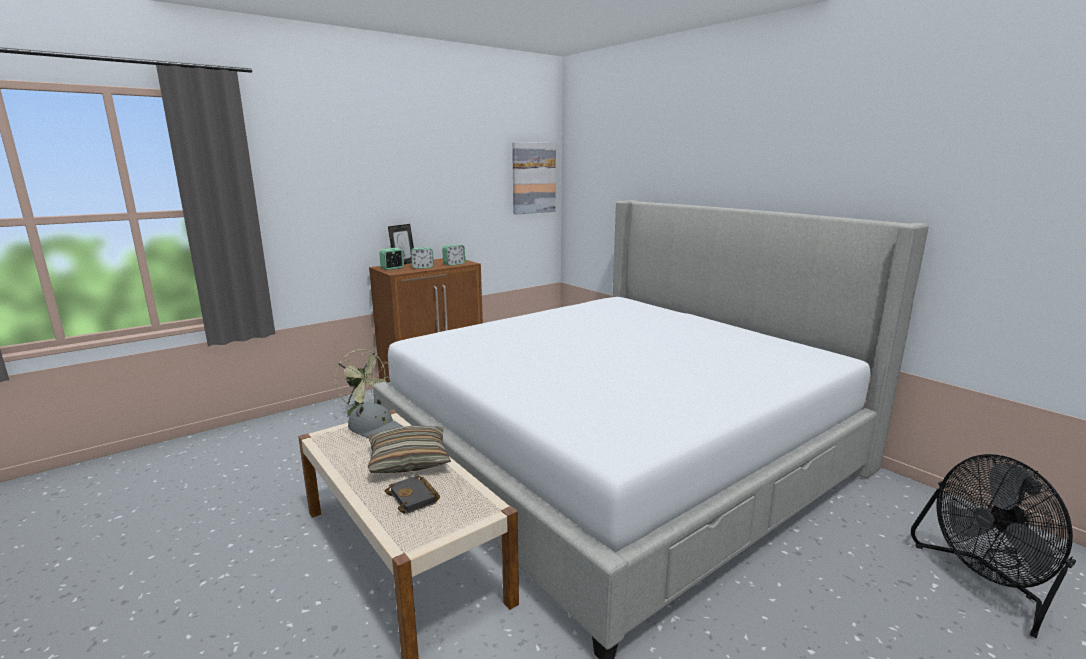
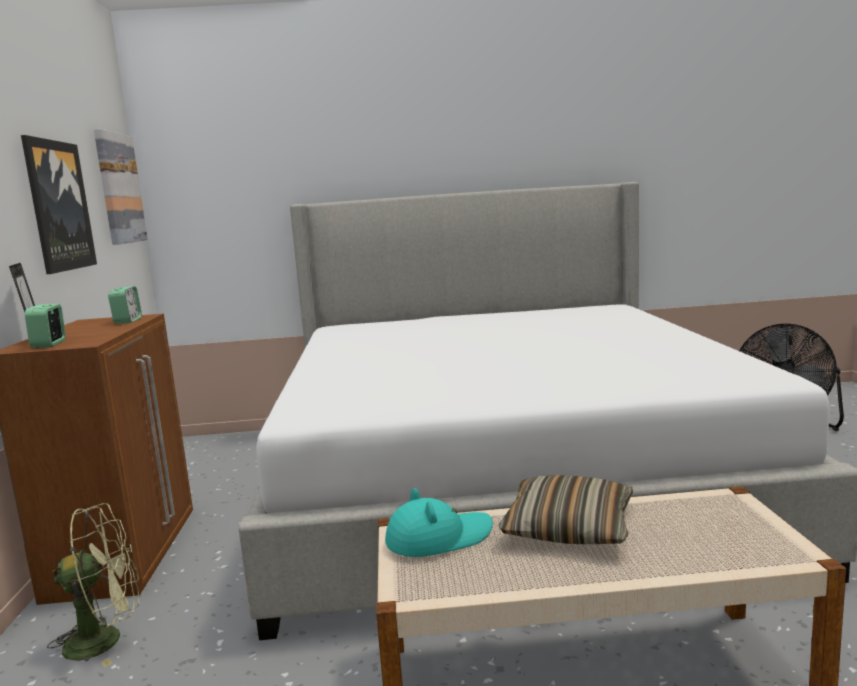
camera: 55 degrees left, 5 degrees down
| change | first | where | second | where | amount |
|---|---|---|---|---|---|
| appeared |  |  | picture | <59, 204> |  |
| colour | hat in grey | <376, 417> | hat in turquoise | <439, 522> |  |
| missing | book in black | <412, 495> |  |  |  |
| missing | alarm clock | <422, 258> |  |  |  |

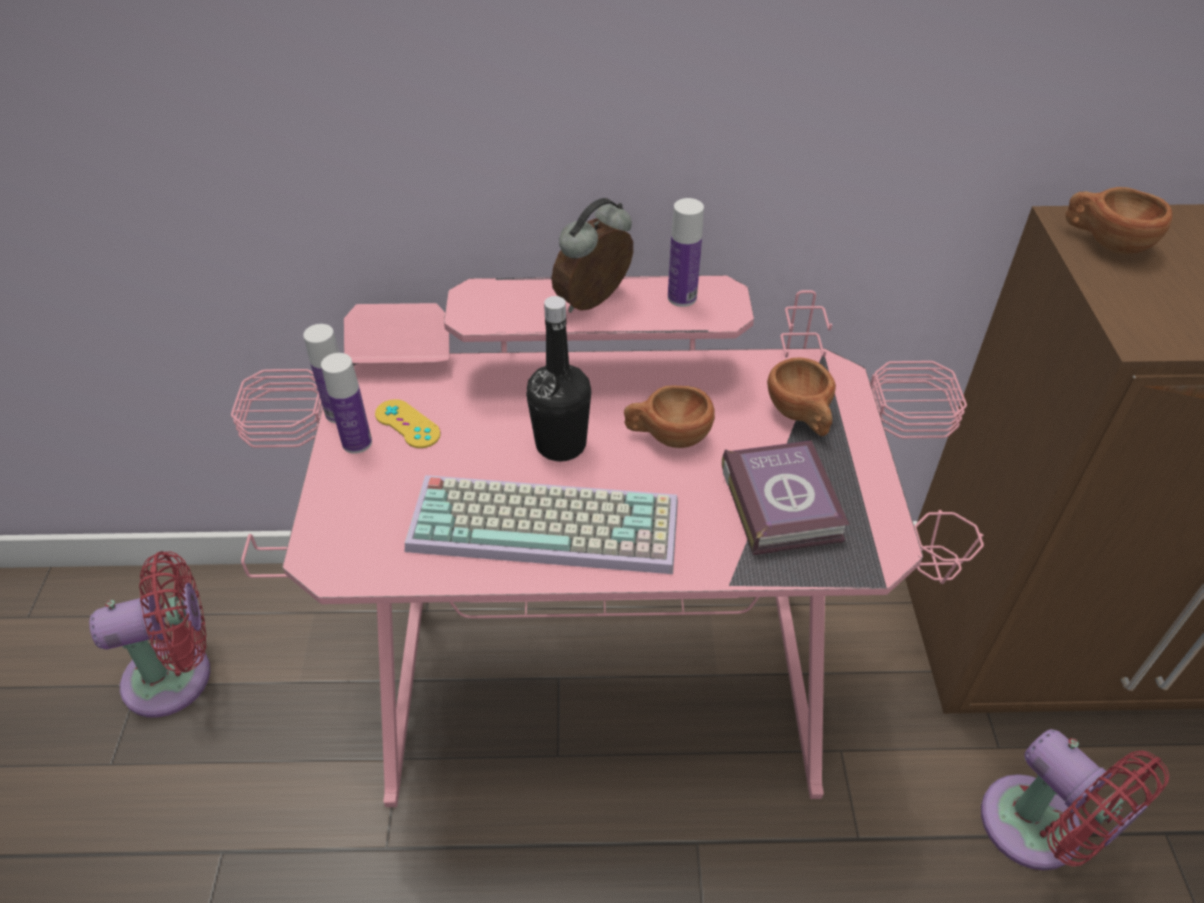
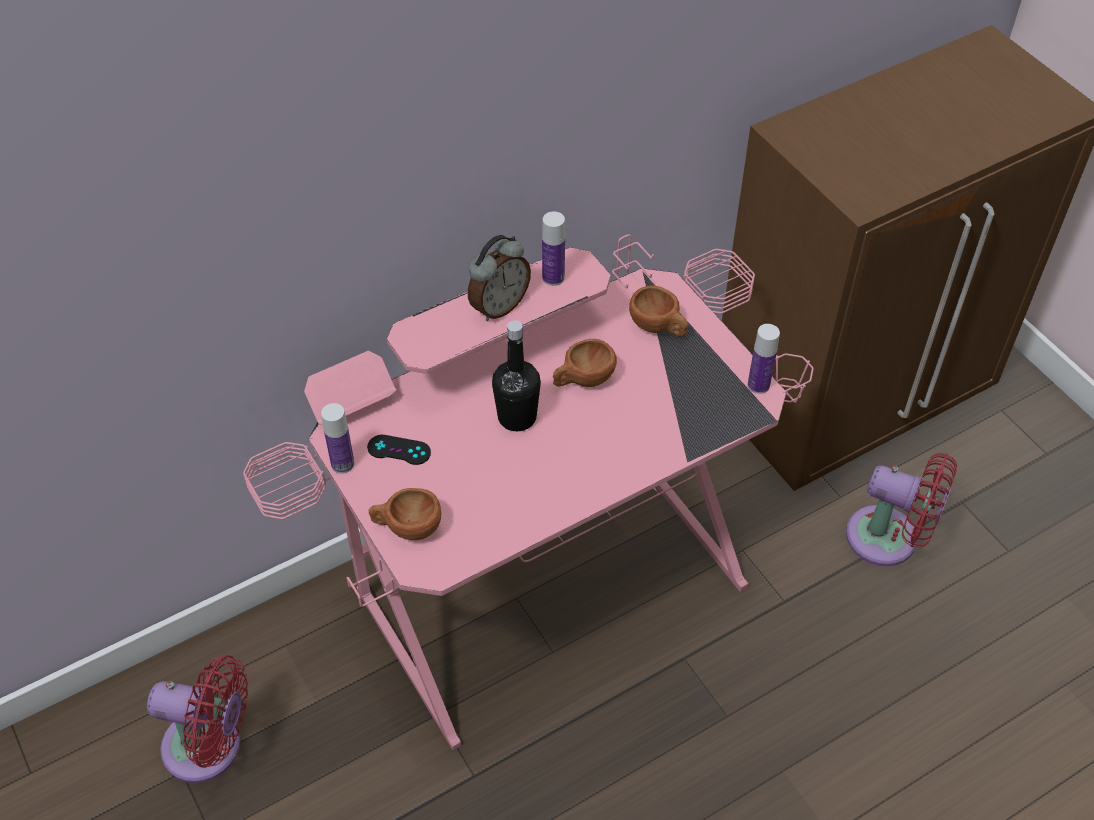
camera: 30 degrees left, 5 degrees up
| change | first | where | second | where | amount |
|---|---|---|---|---|---|
| spun | fan in red | <149, 634> |  | <197, 719> | 60 degrees clockwise |
| colour | game controller in yellow | <408, 423> | game controller in black | <399, 450> |  |
| relocated | cup in brown | <1118, 220> |  | <405, 514> |  |
| spun | alarm clock | <592, 255> |  | <499, 278> | 150 degrees counterclockwise |
| relocated | bottle | <346, 403> |  | <764, 359> |  |
| missing | keyboard | <541, 524> |  |  |  |
| missing | book | <786, 498> |  |  |  |

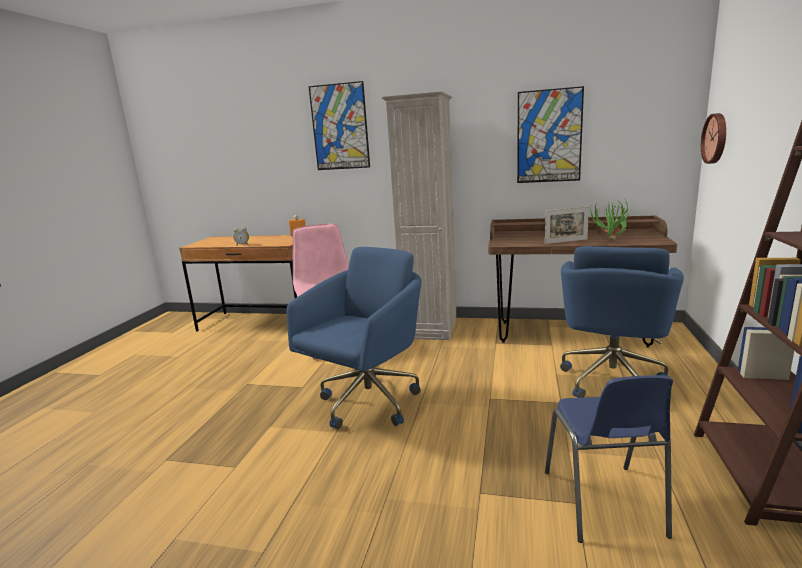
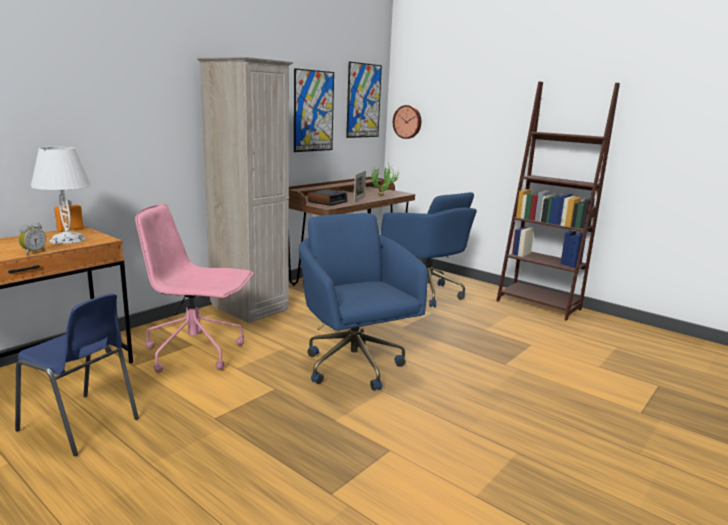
camera: 65 degrees left, 0 degrees up
| change | first | where | second | where | amount |
|---|---|---|---|---|---|
| relocated | chair in blue | <609, 459> |  | <77, 374> |  |
| appeared |  |  | table lamp in white | <61, 195> |  |
| appeared |  |  | alarm clock | <327, 197> |  |
| relocated | picture | <339, 125> |  | <364, 100> |  |

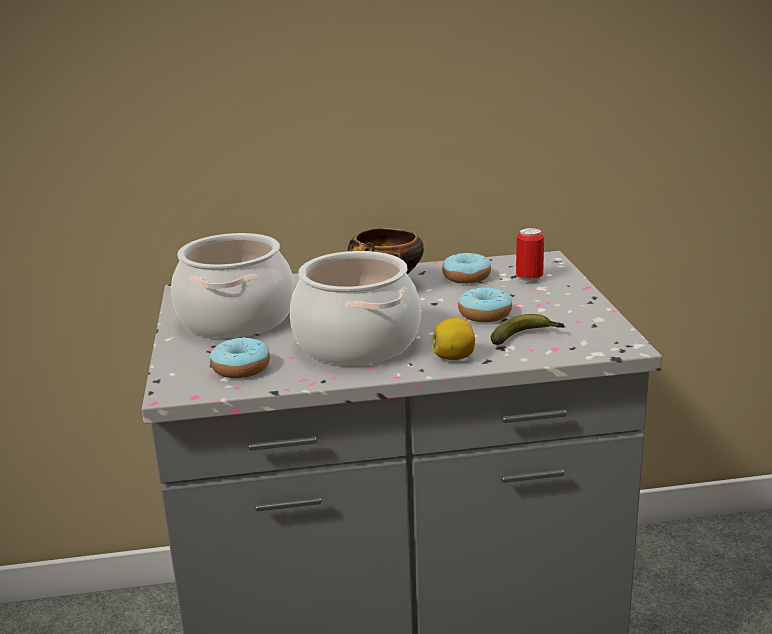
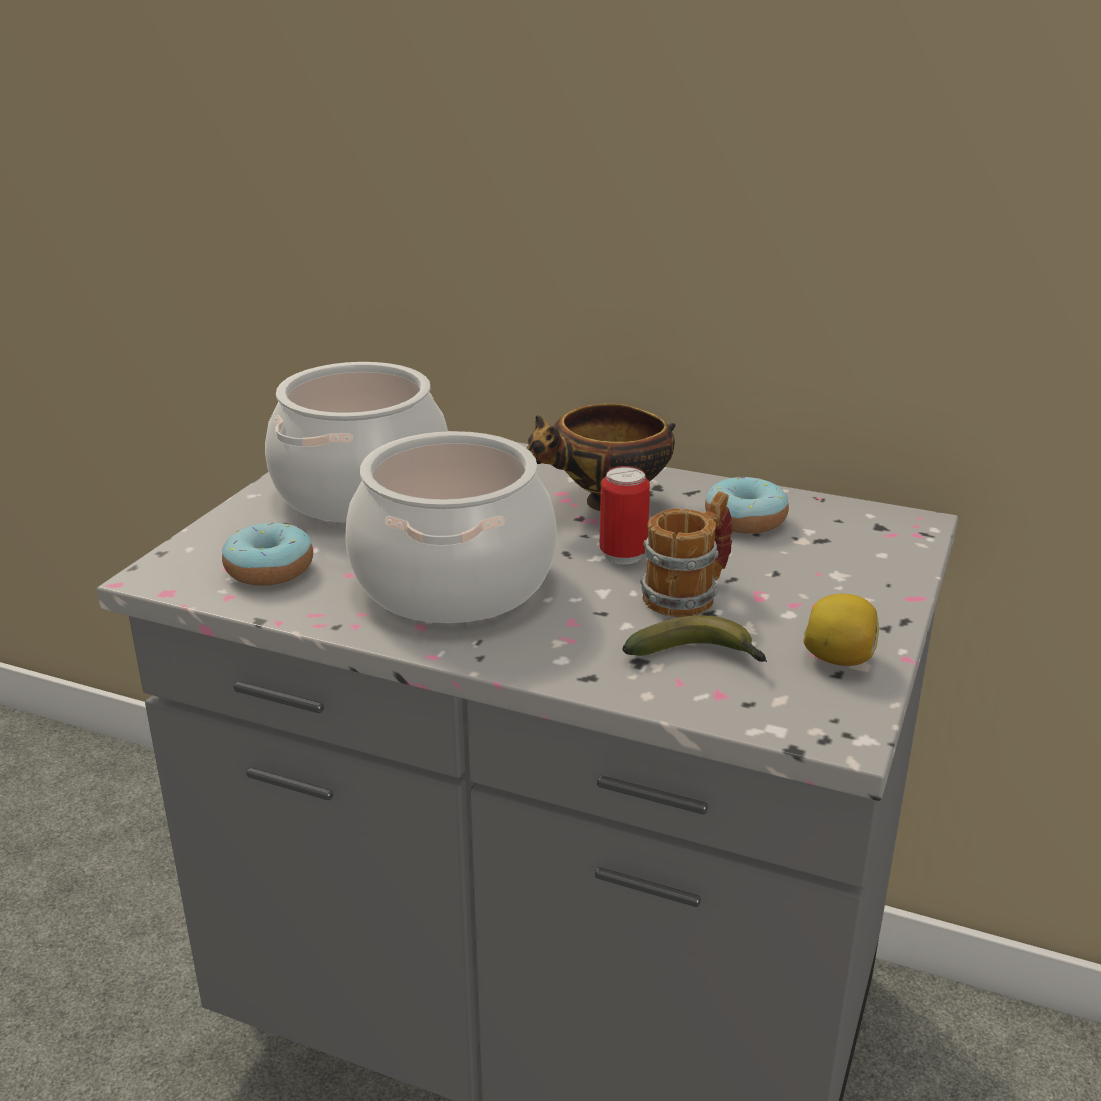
camera: 30 degrees right, 5 degrees up
| change | first | where | second | where | amount |
|---|---|---|---|---|---|
| relocated | can | <530, 255> |  | <625, 515> |  |
| exchanged | donut | <485, 304> | mug | <686, 554> |  |
| relocated | lemon | <453, 339> |  | <841, 630> |  |

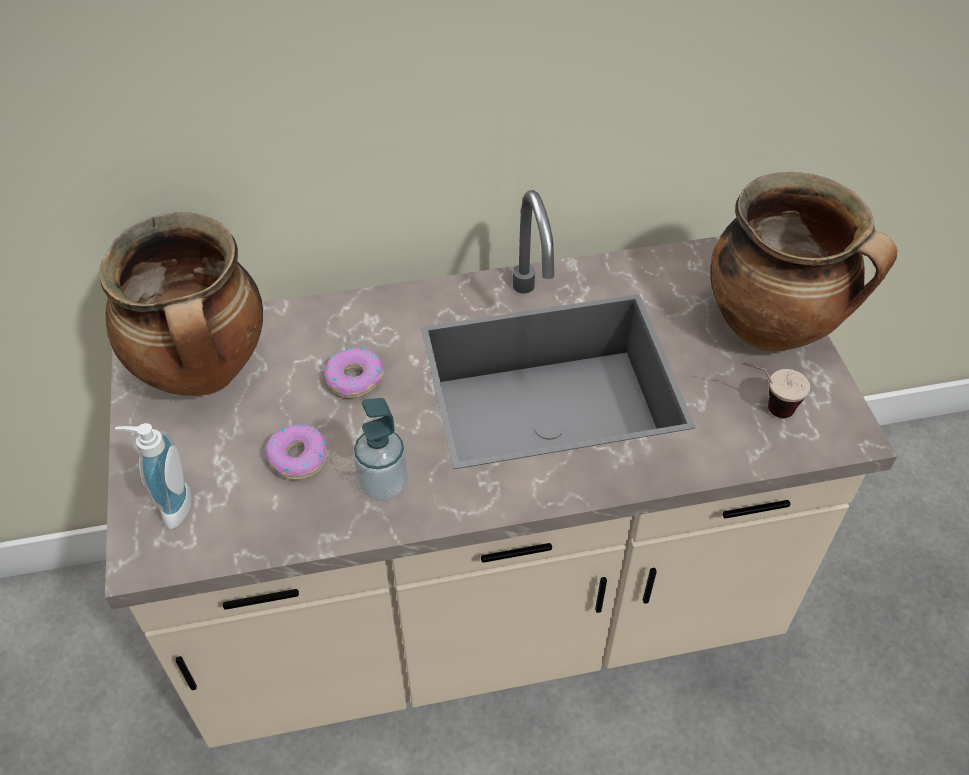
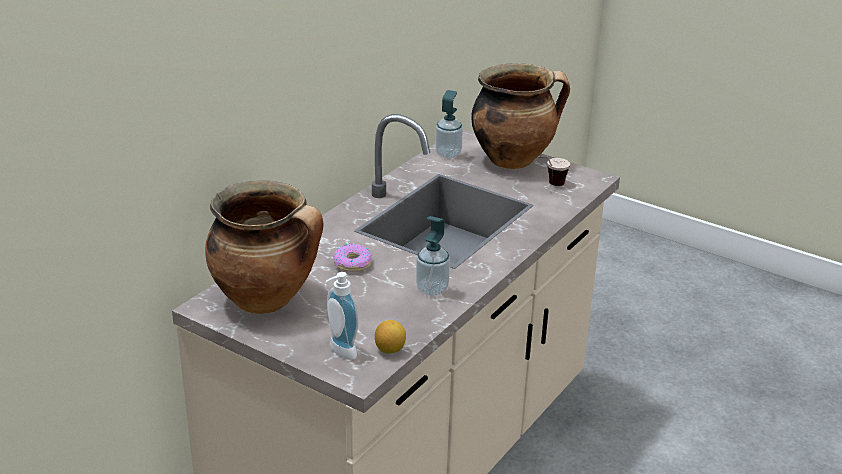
camera: 45 degrees left, 20 degrees down
| change | first | where | second | where | amount |
|---|---|---|---|---|---|
| appeared |  |  | lemon | <390, 337> |  |
| appeared |  |  | soap dispenser | <449, 124> |  |
| missing | donut | <296, 452> |  |  |  |

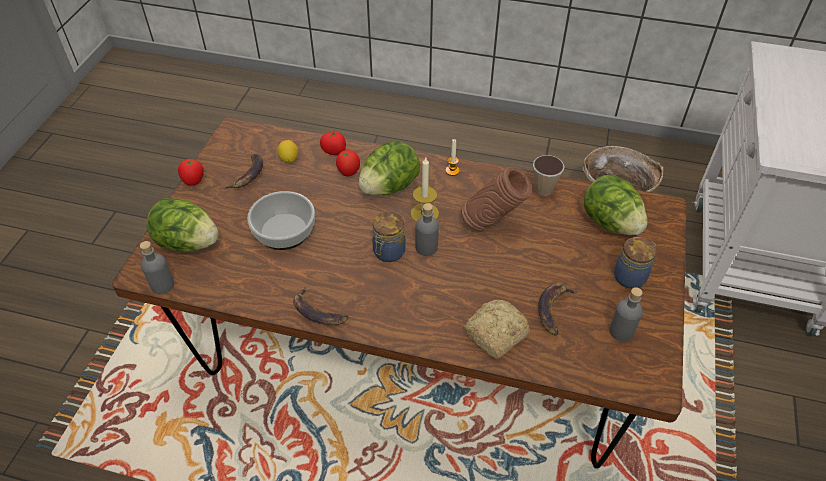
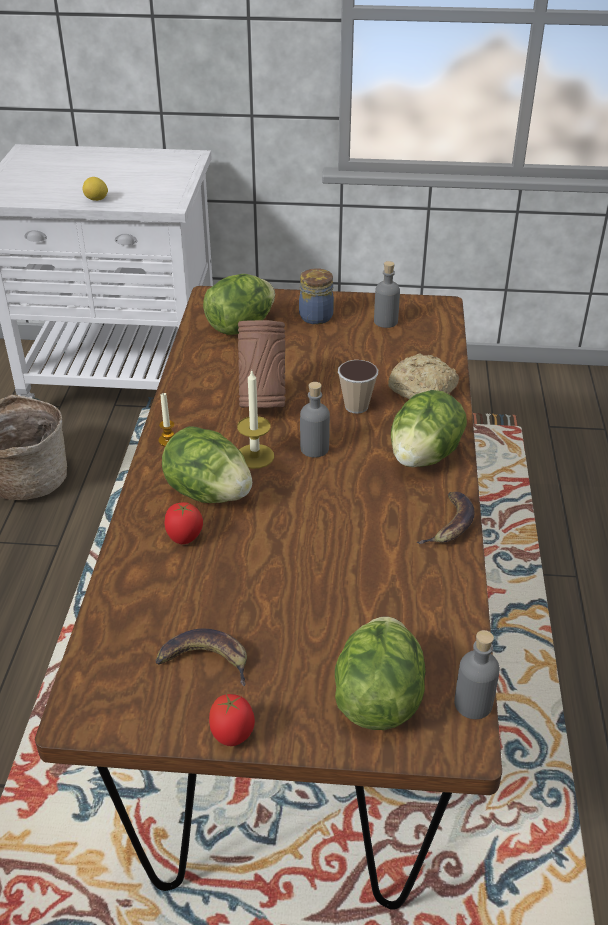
camera: 100 degrees left, 10 degrees down
| change | first | where | second | where | amount |
|---|---|---|---|---|---|
| relocated | lemon | <287, 151> |  | <95, 189> |  |
| relocated | cup | <549, 175> |  | <358, 386> |  |
| appeared |  |  | lettuce | <429, 428> |  |
| missing | bowl | <281, 220> |  |  |  |
| missing | tomato | <333, 142> |  |  |  |
| missing | jar | <389, 237> |  |  |  |
| missing | banana | <558, 309> |  |  |  |

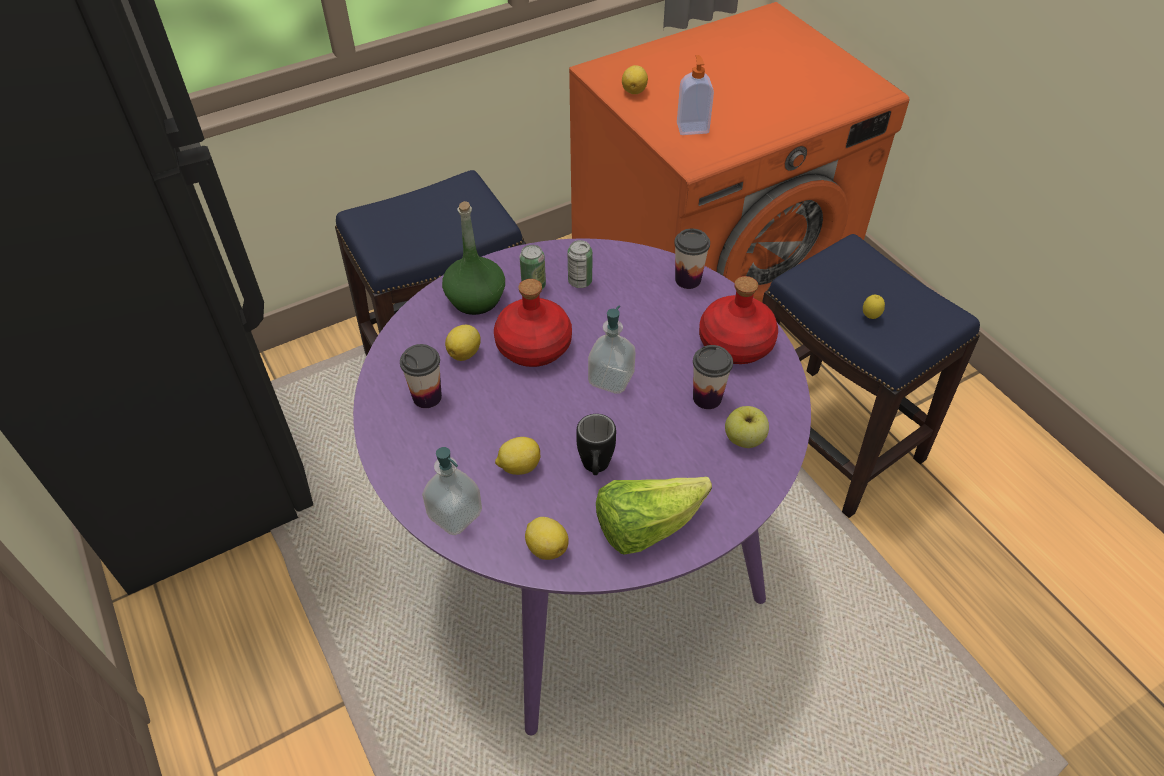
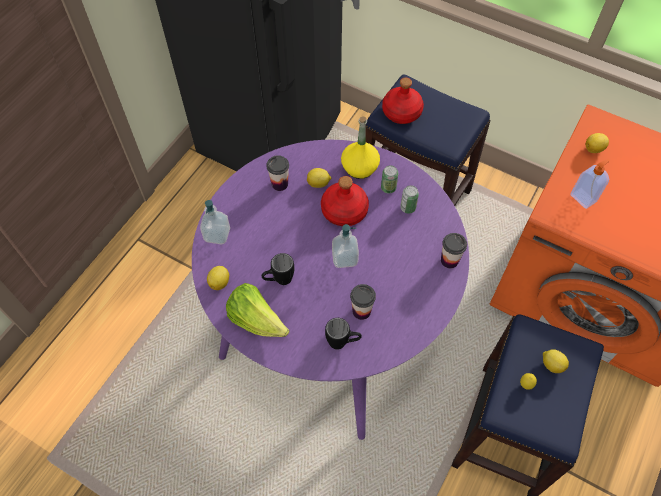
camera: 60 degrees right, 10 degrees up
| change | first | where | second | where | amount |
|---|---|---|---|---|---|
| exchanged | apple | <747, 427> | mug in black | <343, 334> |  |
| colour | bottle in green | <473, 258> | bottle in yellow | <360, 147> |  |
| relocated | bottle in red | <738, 320> |  | <403, 101> |  |
| relocated | lemon | <518, 456> |  | <556, 361> |  |

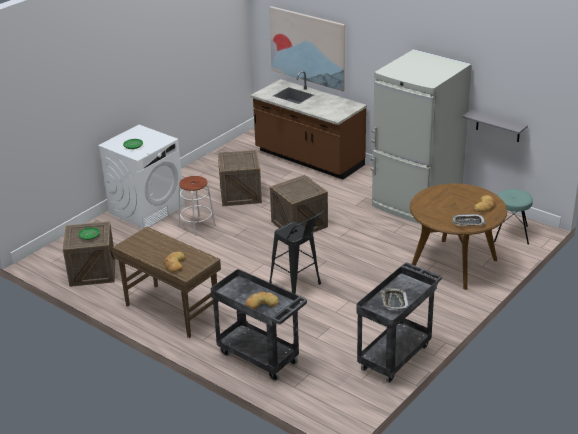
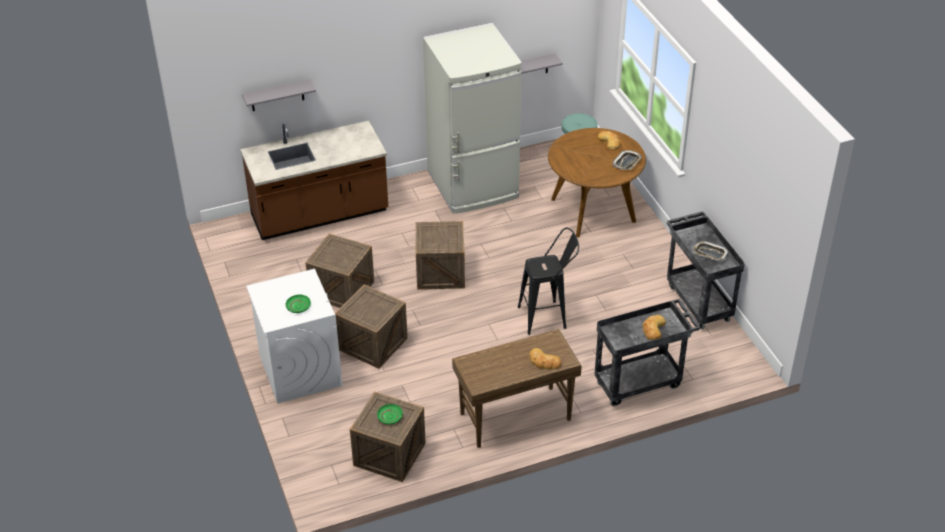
camera: 60 degrees left, 10 degrees up
| change | first | where | second | where | amount |
|---|---|---|---|---|---|
| exchanged | picture | <307, 48> | shelf in grey | <279, 95> |  |
| exchanged | stool in white | <197, 206> | crate | <371, 326> |  |

